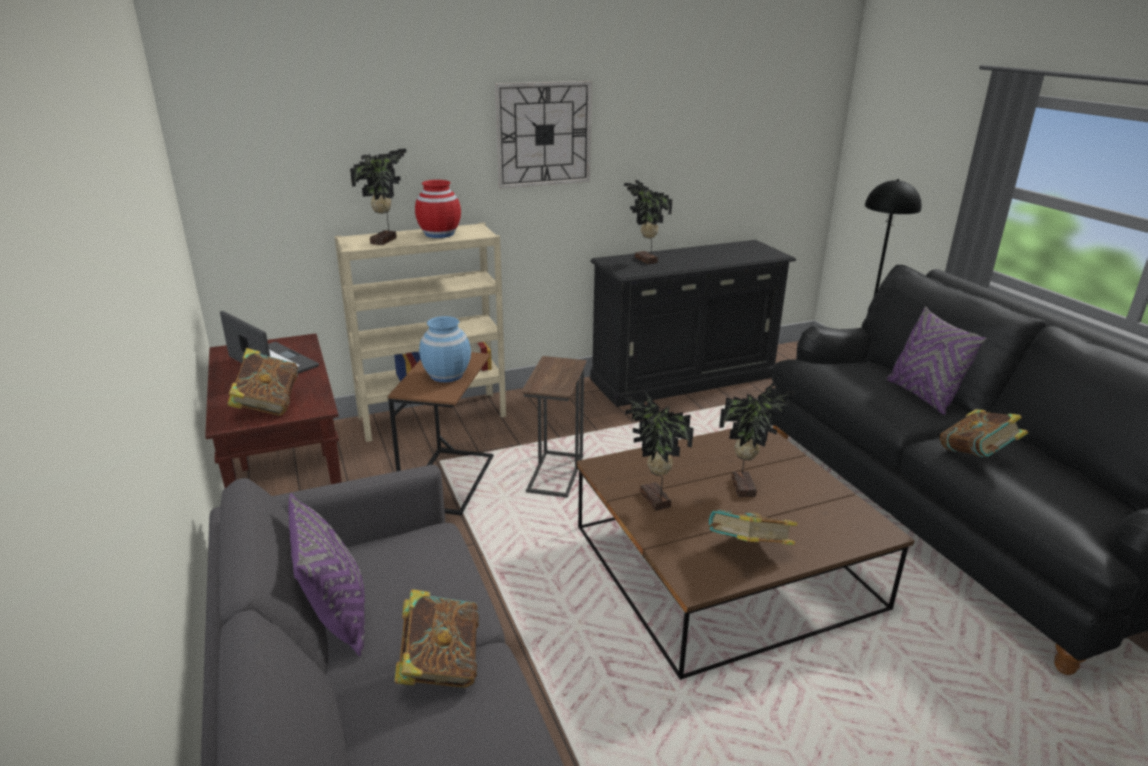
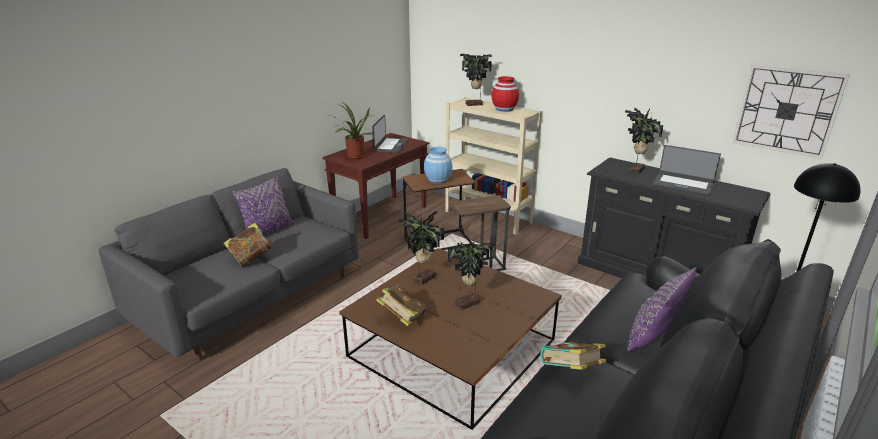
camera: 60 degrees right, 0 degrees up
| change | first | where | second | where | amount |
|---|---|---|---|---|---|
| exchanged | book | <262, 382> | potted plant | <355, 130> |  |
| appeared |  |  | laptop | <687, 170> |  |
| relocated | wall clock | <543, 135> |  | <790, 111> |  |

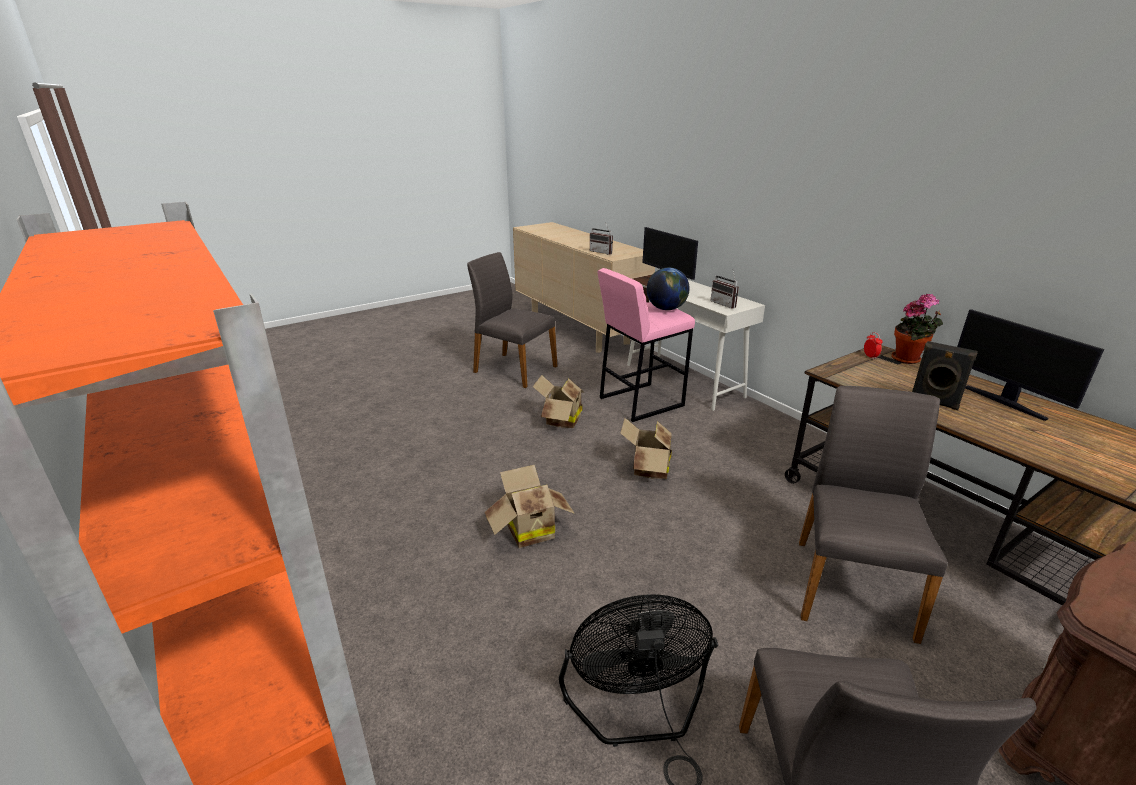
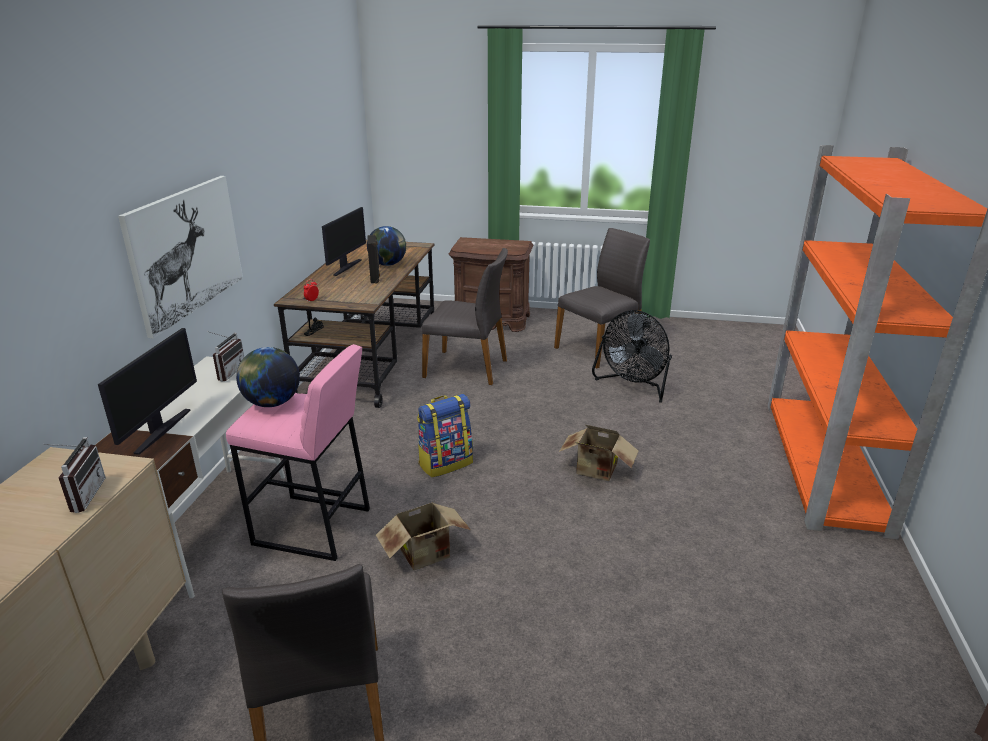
camera: 135 degrees left, 0 degrees up
| change | first | where | second | where | amount |
|---|---|---|---|---|---|
| appeared |  |  | picture | <180, 257> |  |
| appeared |  |  | globe | <386, 246> |  |
| exchanged | cardboard box | <646, 448> | backpack | <445, 436> |  |
| spun | chair in grey | <873, 515> |  | <465, 316> | 135 degrees counterclockwise |
| missing | potted plant | <917, 329> |  |  |  |

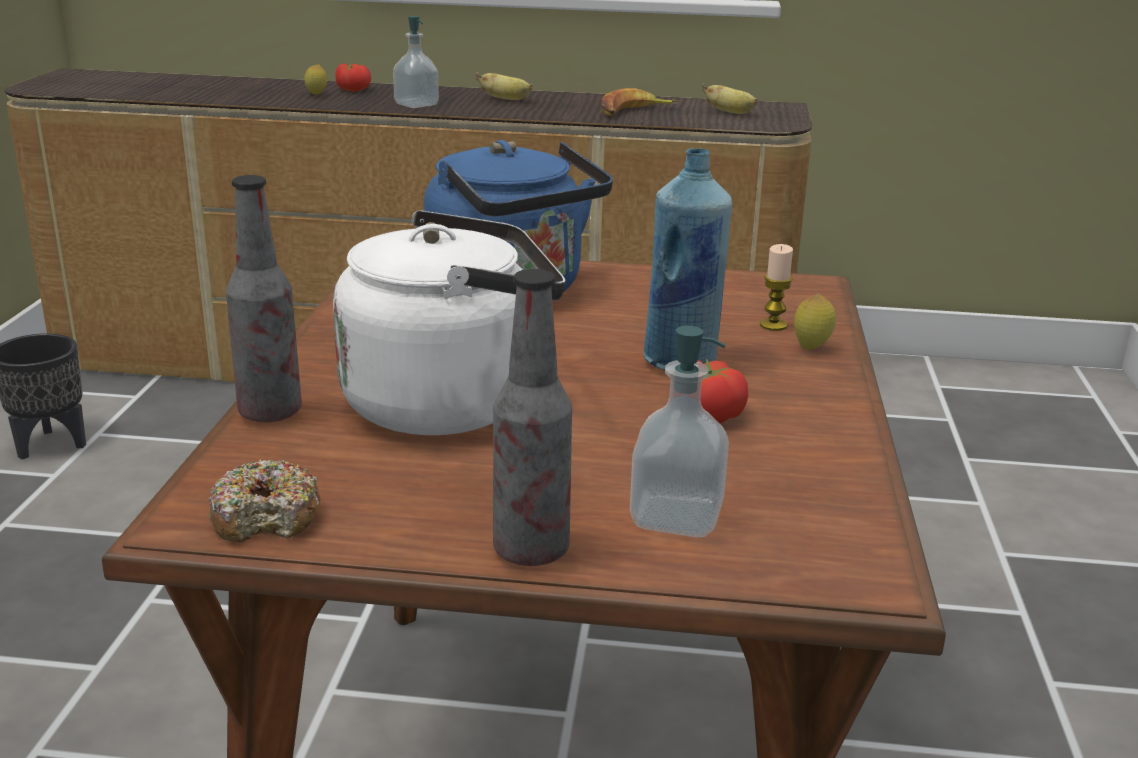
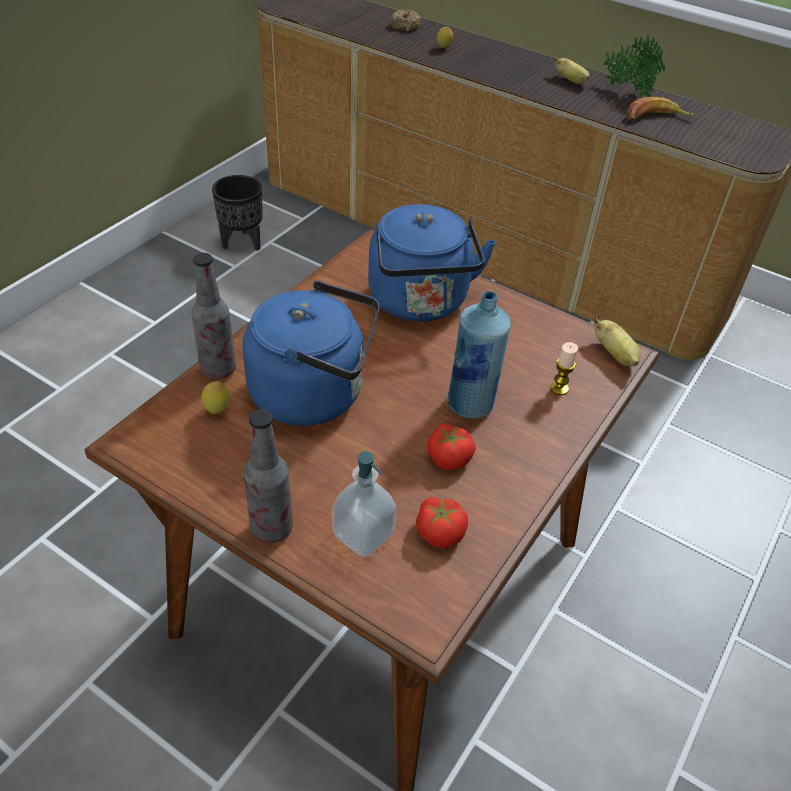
camera: 25 degrees right, 20 degrees up
| change | first | where | second | where | amount |
|---|---|---|---|---|---|
| relocated | lemon | <815, 321> |  | <215, 397> |  |
| colour | kettle in white | <449, 322> | kettle in blue | <311, 353> |  |
| relocated | donut | <265, 501> |  | <405, 20> |  |
| relocated | tomato | <353, 77> |  | <442, 523> |  |
| relocated | banana | <730, 98> |  | <617, 340> |  |
| appeared |  |  | potted plant | <633, 66> |  |
| missing | soap dispenser | <416, 62> |  |  |  |

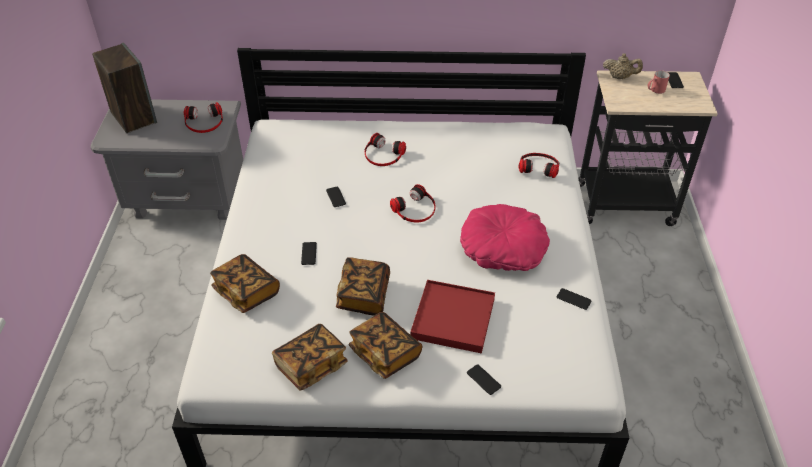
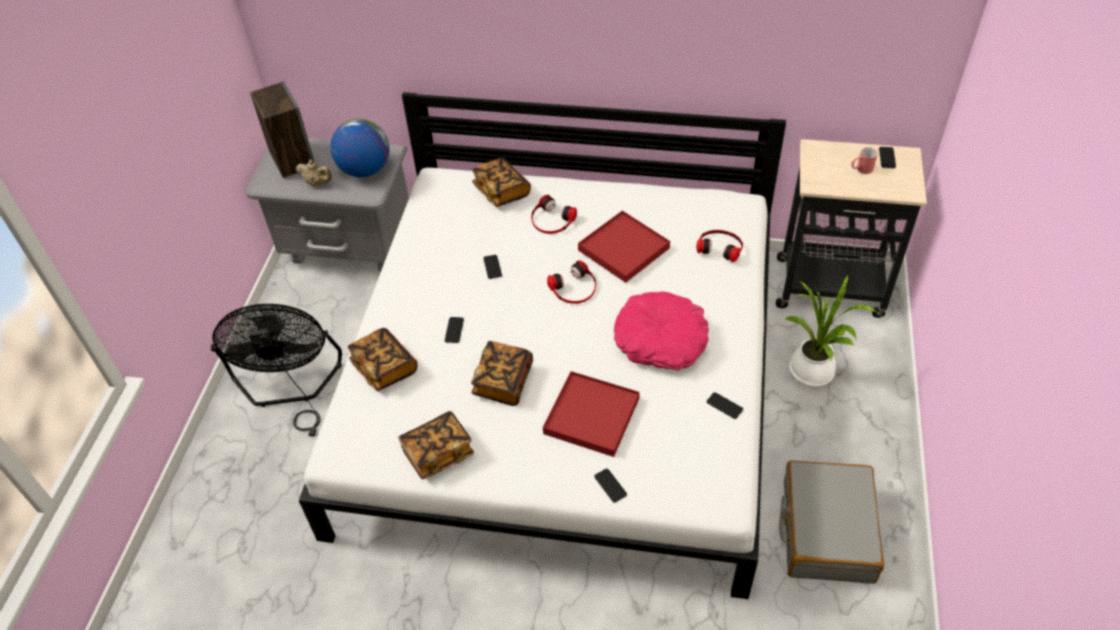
camera: 10 degrees right, 5 degrees up
| change | first | where | second | where | amount |
|---|---|---|---|---|---|
| appeared |  |  | fan in black | <276, 370> |  |
| relocated | teapot in beige | <623, 66> |  | <314, 173> |  |
| exchanged | headphones | <203, 117> | globe | <360, 148> |  |
| relocated | book | <385, 345> |  | <501, 182> |  |
| appeared |  |  | tray in red | <624, 247> |  |
| appeared |  |  | suitcase in grey | <831, 522> |  |
| appeared |  |  | potted plant | <831, 329> |  |

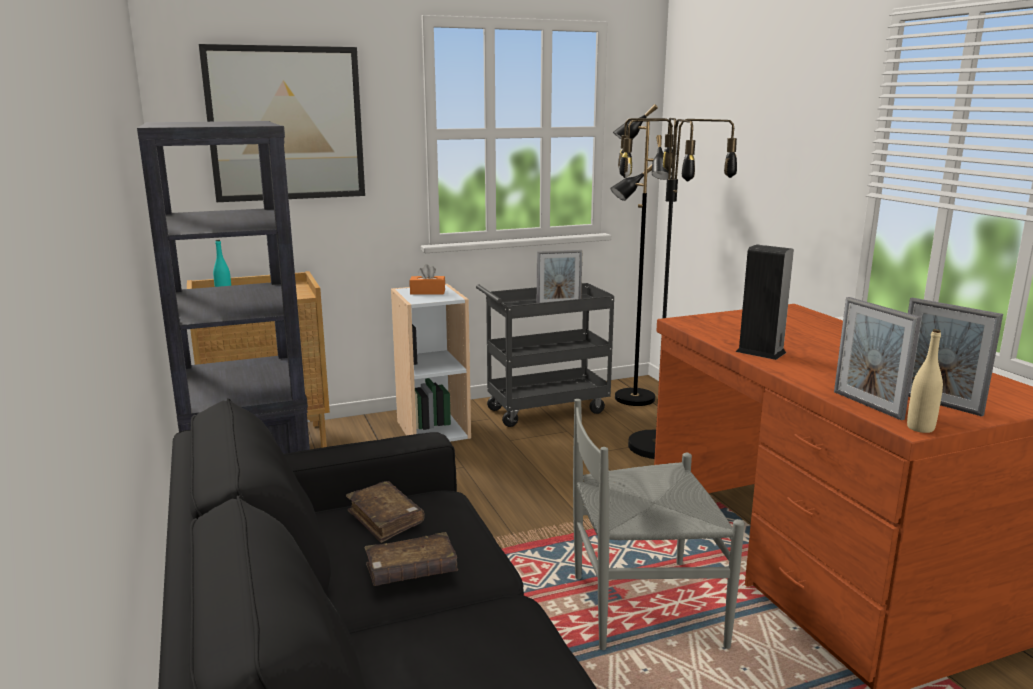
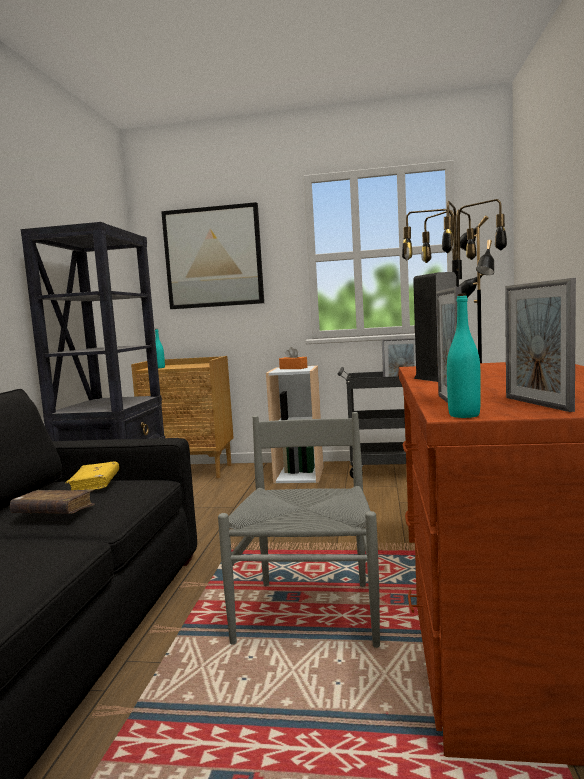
camera: 30 degrees right, 10 degrees down
| change | first | where | second | where | amount |
|---|---|---|---|---|---|
| colour | book in brown | <385, 512> | book in yellow | <92, 476> |  |
| spun | chair in grey | <658, 524> |  | <299, 530> | 75 degrees clockwise |
| colour | bottle in beige | <925, 381> | bottle in turquoise | <464, 355> |  |

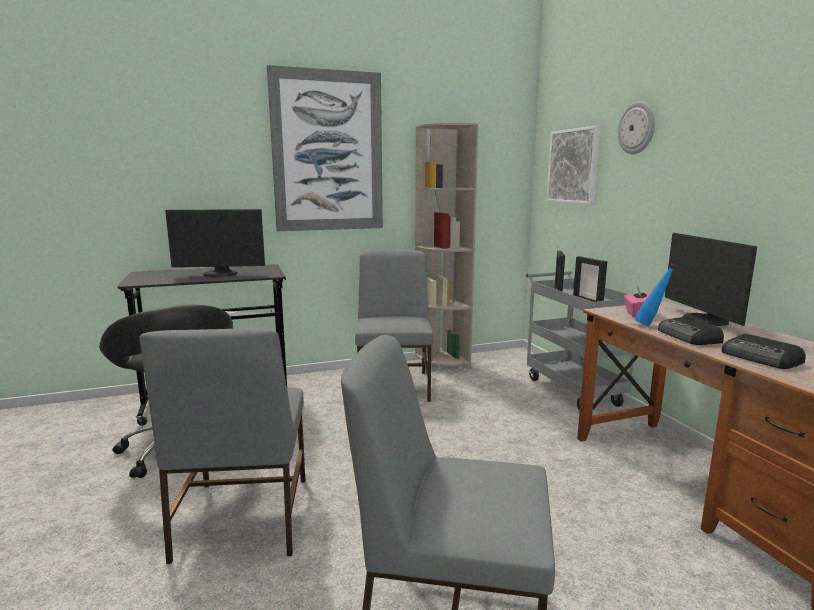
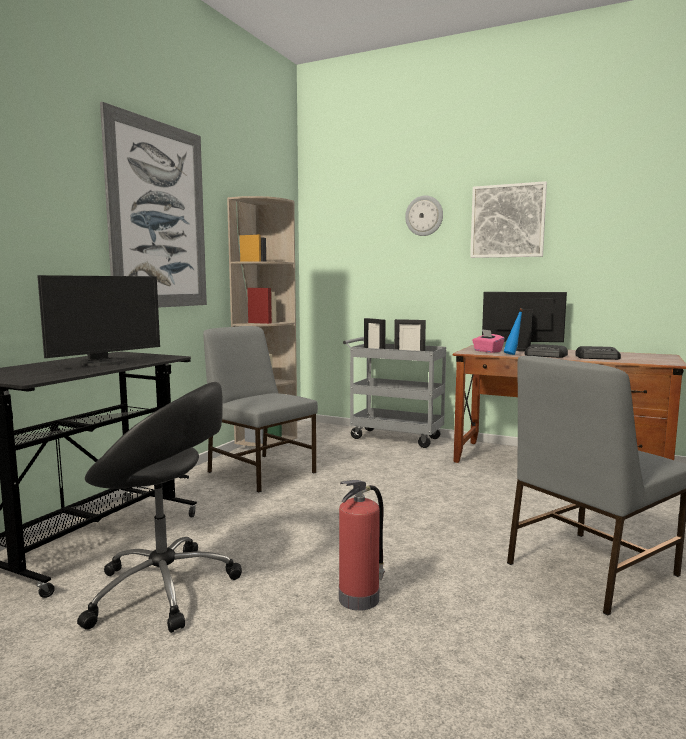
camera: 45 degrees left, 5 degrees down
| change | first | where | second | where | amount |
|---|---|---|---|---|---|
| exchanged | chair in grey | <222, 446> | fire extinguisher | <362, 545> |  |
| relocated | picture | <574, 165> |  | <508, 219> |  |
| spun | monitor | <711, 279> |  | <524, 321> | 150 degrees clockwise |

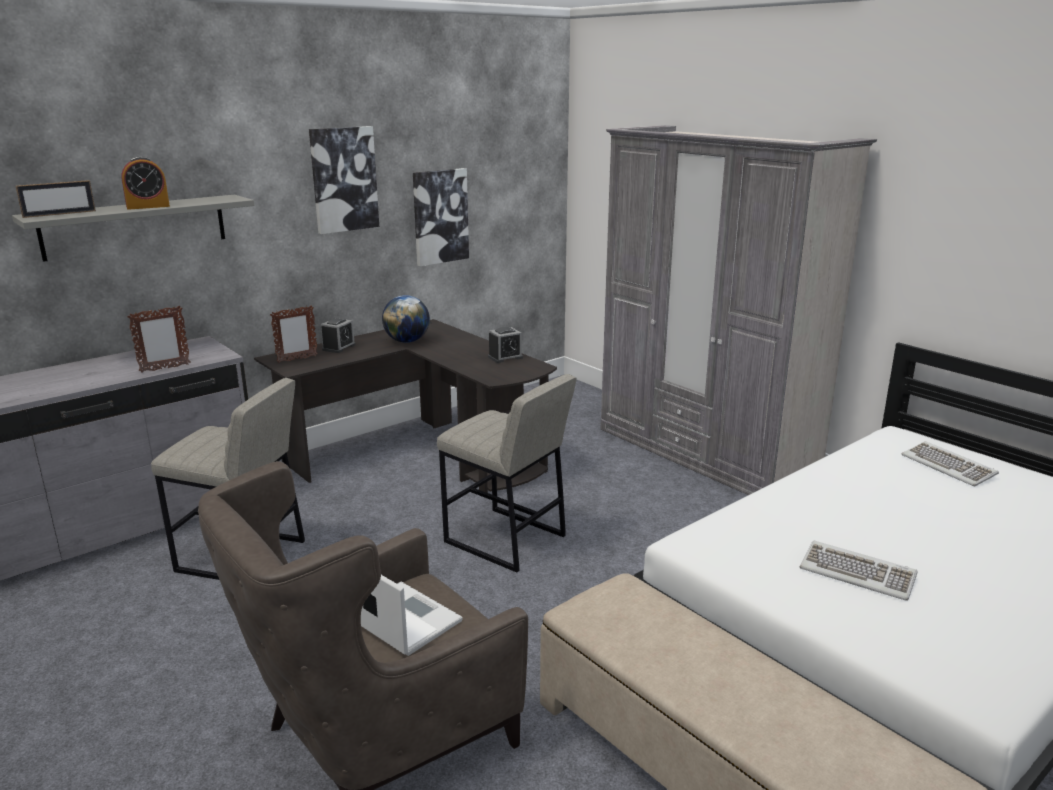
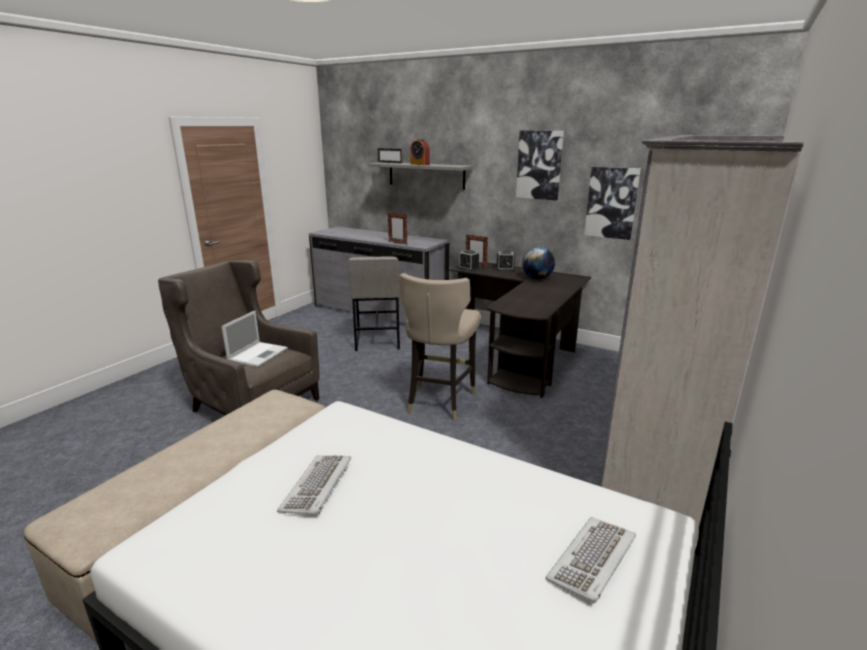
camera: 70 degrees right, 0 degrees up
| change | first | where | second | where | amount |
|---|---|---|---|---|---|
| exchanged | chair in grey | <507, 473> | stool in beige | <440, 347> |  |
| relocated | alarm clock | <505, 345> |  | <469, 260> |  |

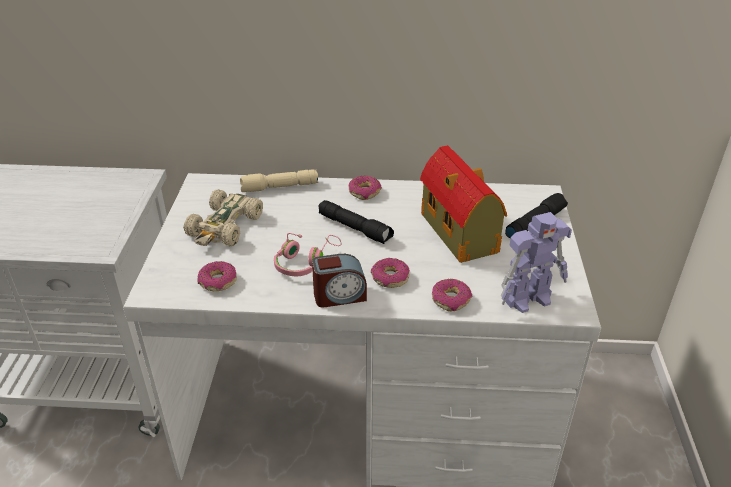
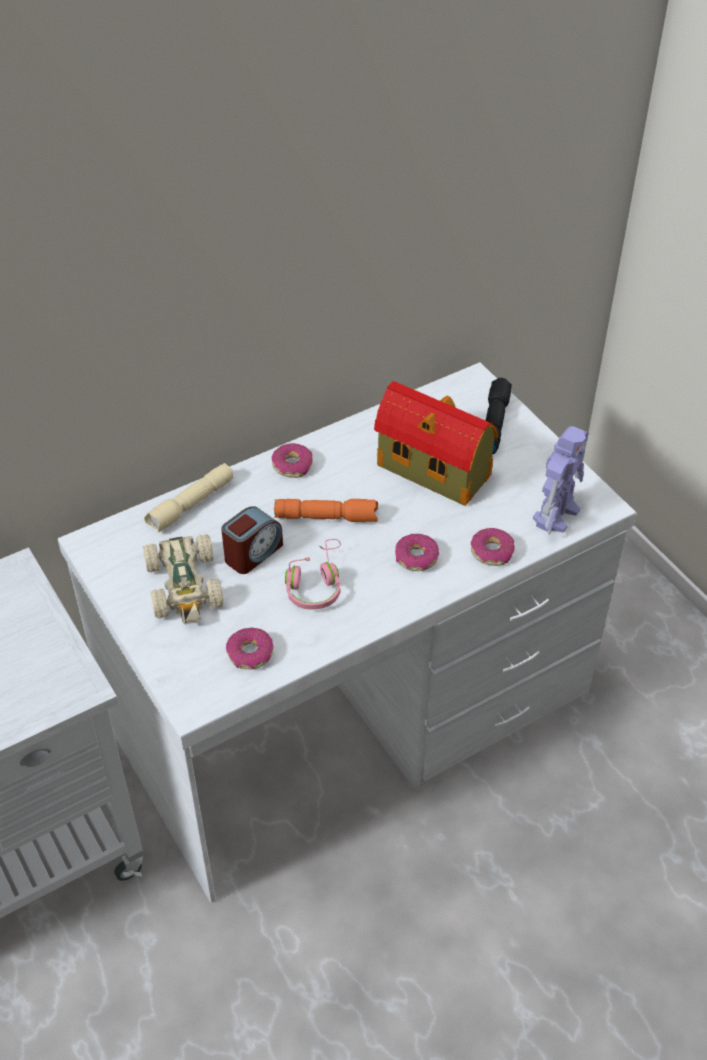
camera: 35 degrees left, 10 degrees up
| change | first | where | second | where | amount |
|---|---|---|---|---|---|
| relocated | alarm clock | <339, 281> |  | <252, 540> |  |
| colour | flashlight in black | <356, 222> | flashlight in orange | <326, 510> |  |

